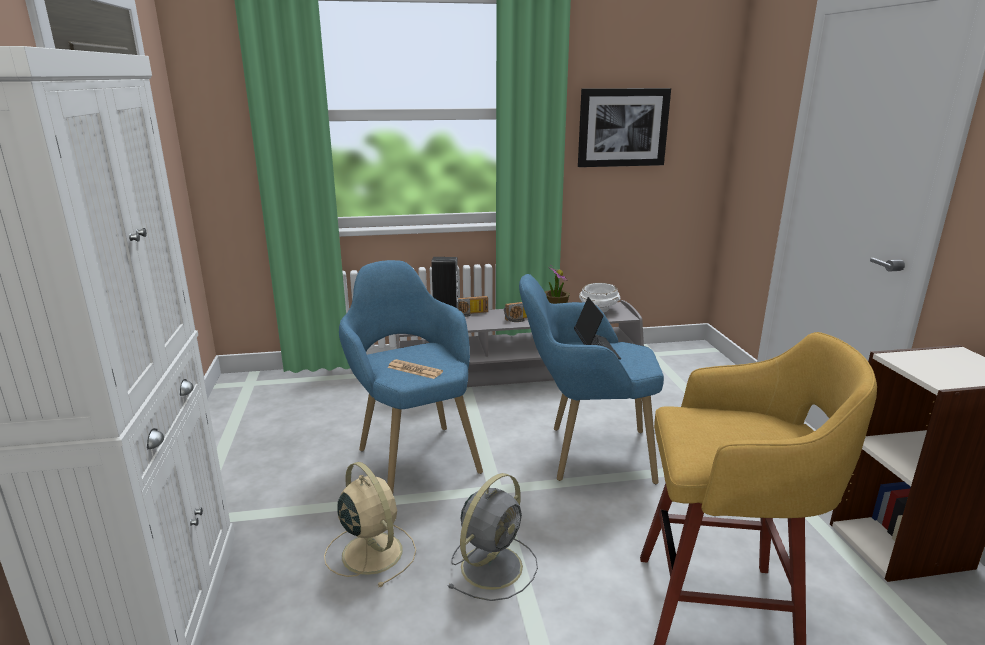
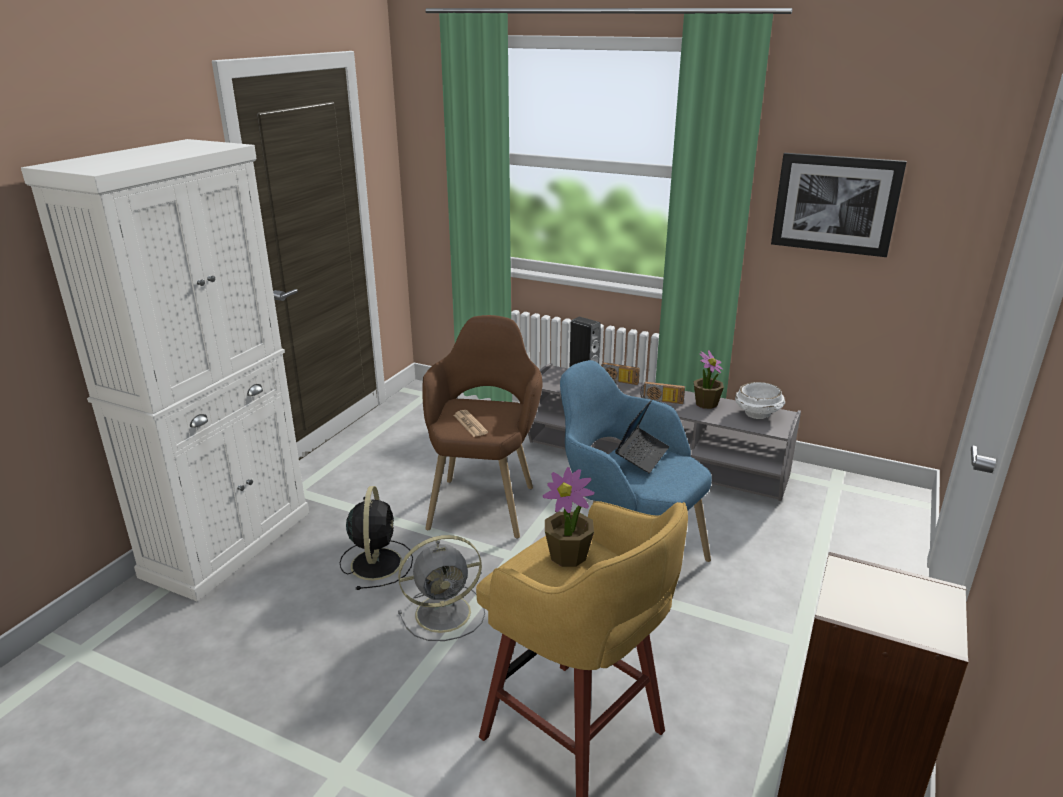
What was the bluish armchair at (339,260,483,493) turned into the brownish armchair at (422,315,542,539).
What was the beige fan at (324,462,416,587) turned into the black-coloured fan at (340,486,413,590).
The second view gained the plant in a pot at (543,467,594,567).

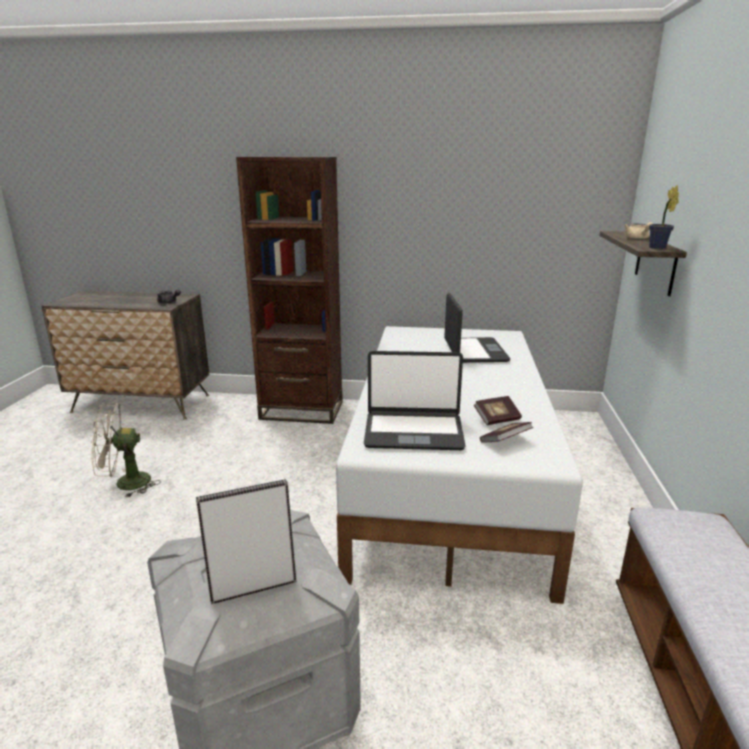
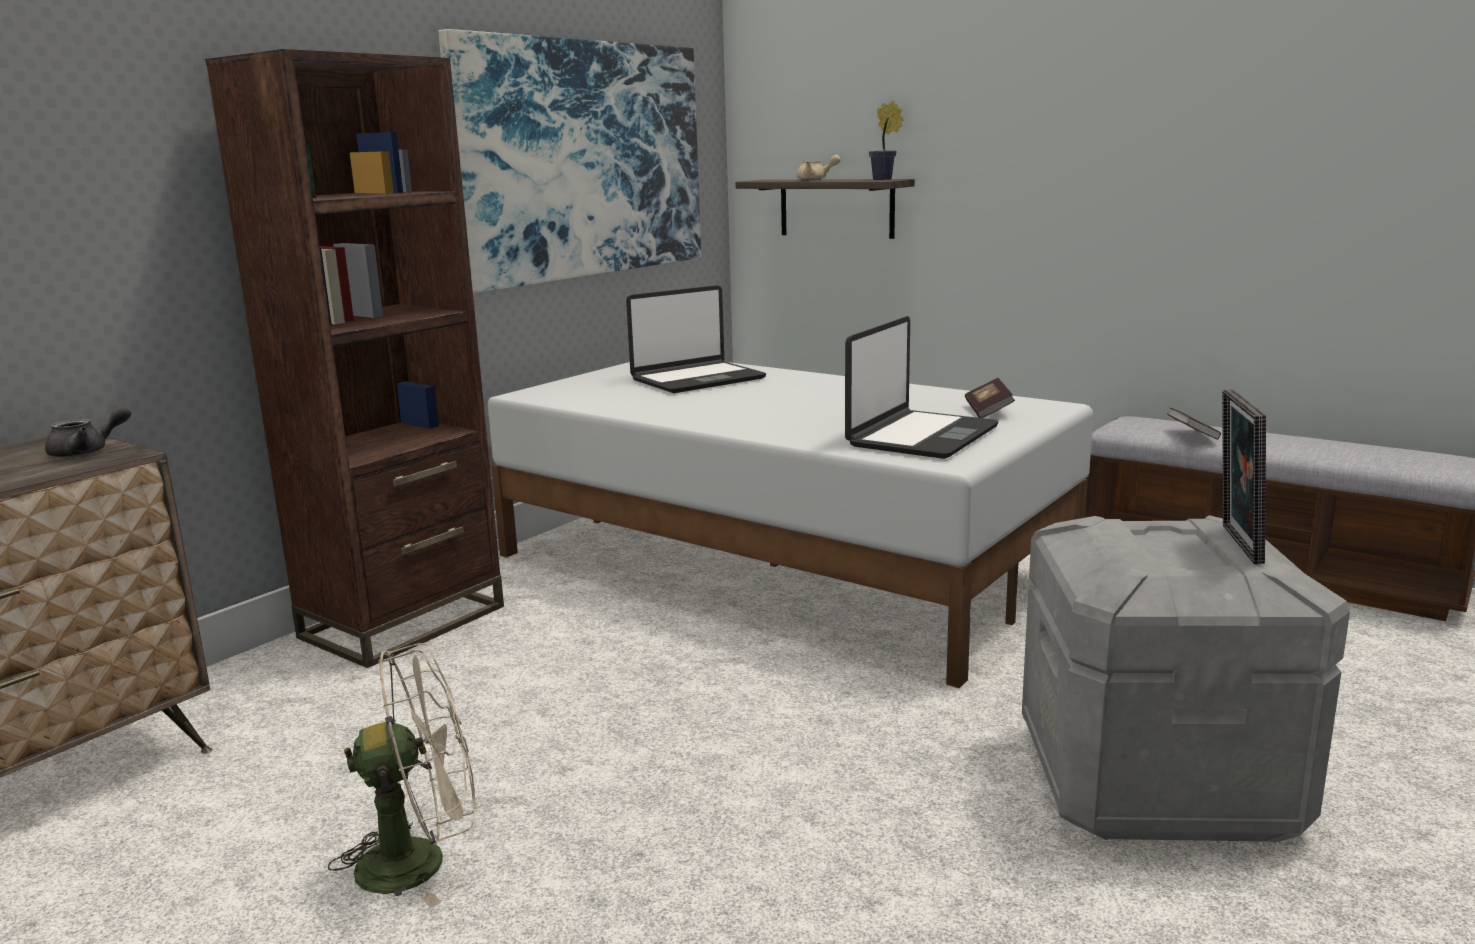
The portable computer at (444,293,510,363) ended up facing another way, 120 degrees clockwise from before.
The book ended up elsewhere, having gone from (474,396,522,425) to (1167,408,1221,440).
The beige fan at (91,402,161,498) ended up facing another way, 120 degrees counterclockwise from before.
The second view gained the wall art at (438,29,701,293).

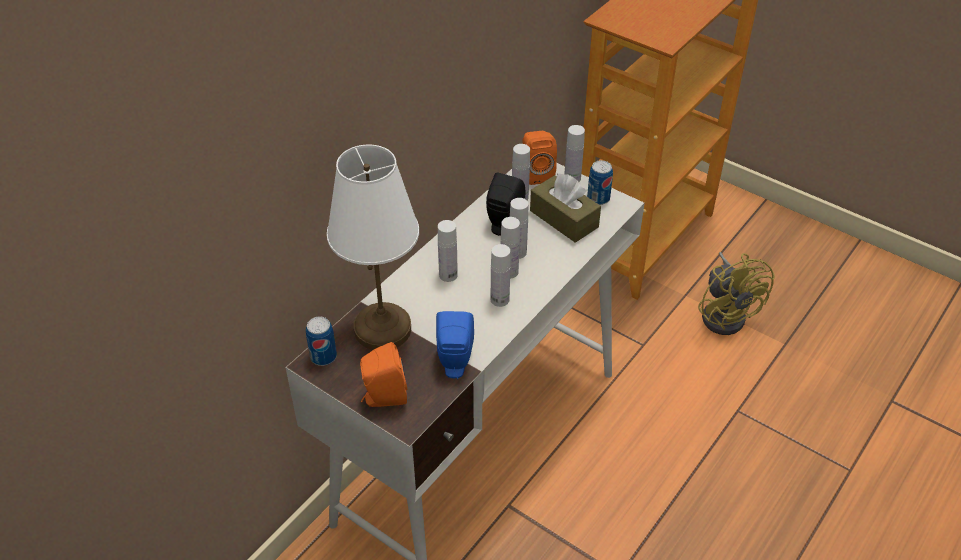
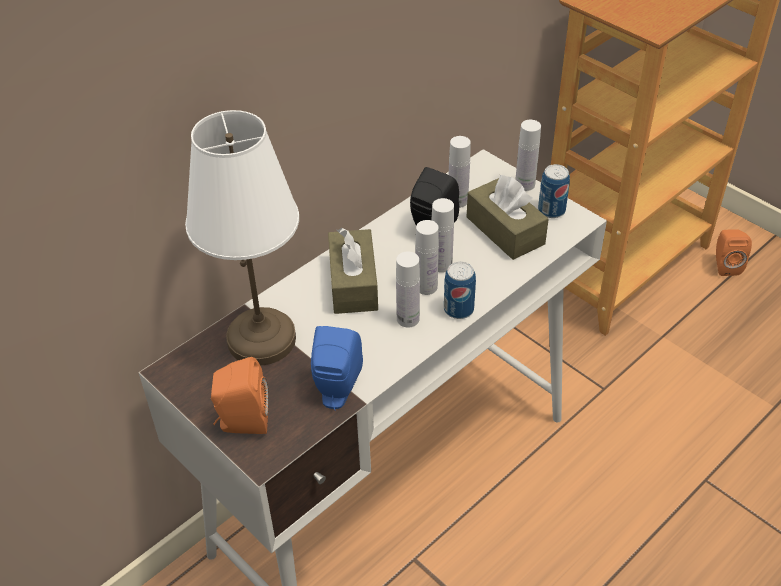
The orange audio speaker ended up elsewhere, having gone from (522,131,557,185) to (716,229,752,276).
Where the white drink bottle stood at (438,220,458,282), the brownish tissue box came to stand at (328,228,378,314).
The second view lost the yellow fan at (698,252,775,335).
The can ended up elsewhere, having gone from (306,316,337,366) to (444,262,476,319).

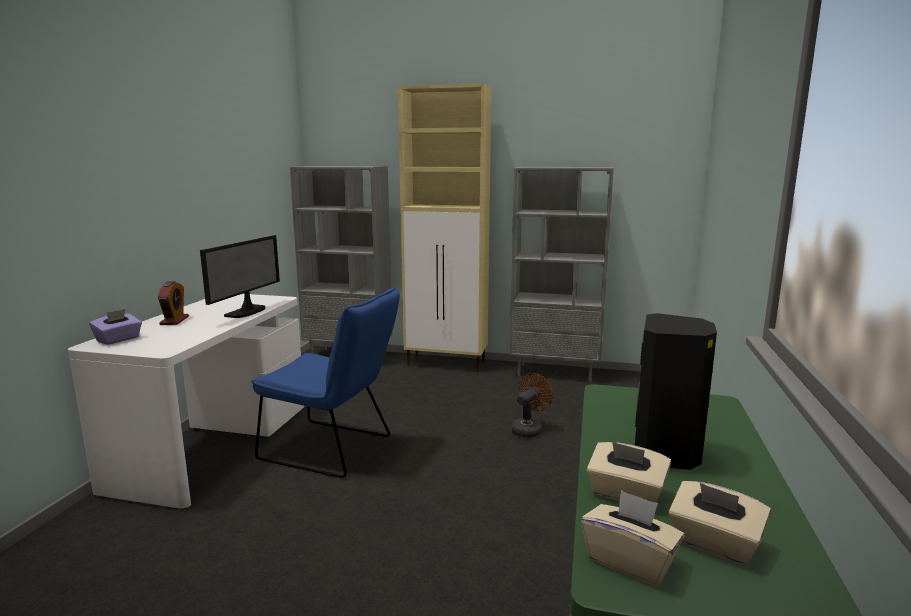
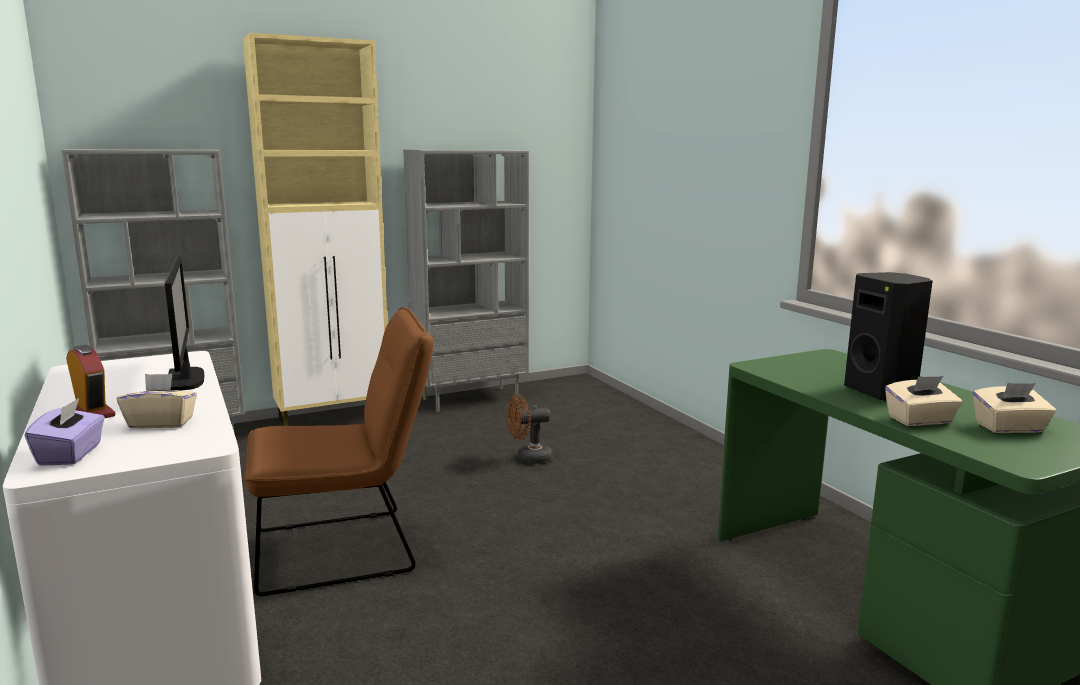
What was the bluish plain chair at (251,287,400,478) turned into the brownish plain chair at (244,307,434,596).
The brownish fan at (511,373,553,438) ended up facing another way, 105 degrees counterclockwise from before.
The beige tissue box ended up elsewhere, having gone from (581,490,685,586) to (117,374,197,429).

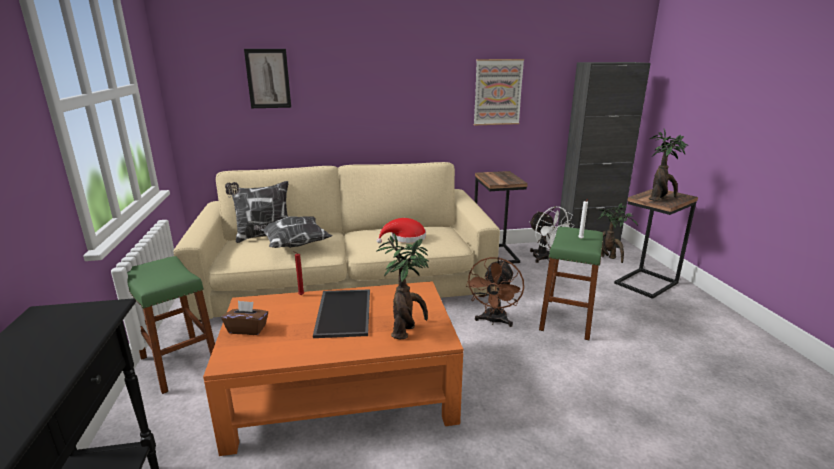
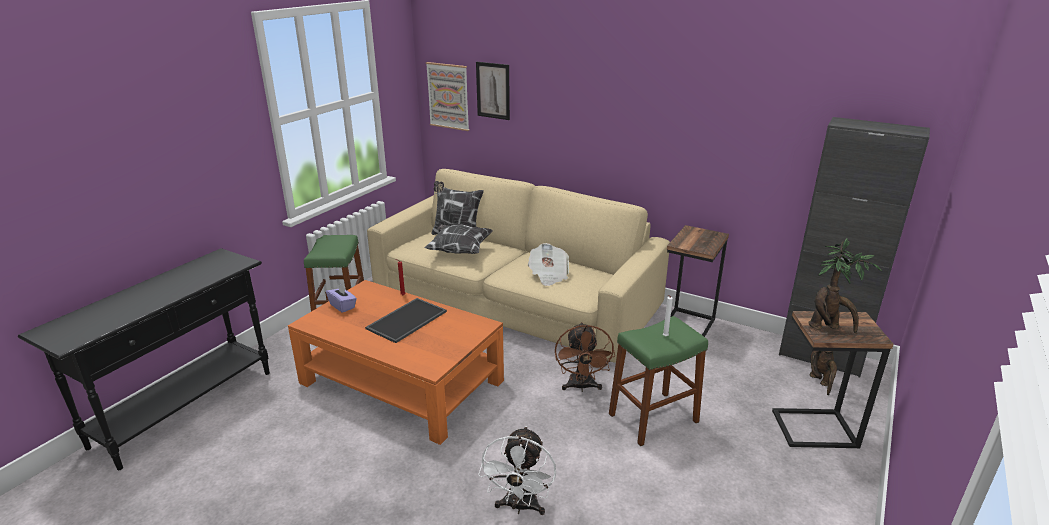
The wall art ended up elsewhere, having gone from (474,59,524,125) to (426,62,470,131).
The white fan ended up elsewhere, having gone from (529,206,575,263) to (478,426,556,515).
Where the red clothing hat stood at (377,218,426,243), the printed paper came to stand at (528,243,569,286).
The second view lost the plant in a pot at (377,233,428,339).
The brownish fan at (466,257,524,327) ended up facing another way, 60 degrees counterclockwise from before.
What was the brownish tissue box at (222,301,268,335) turned into the purple-coloured tissue box at (326,284,357,313).

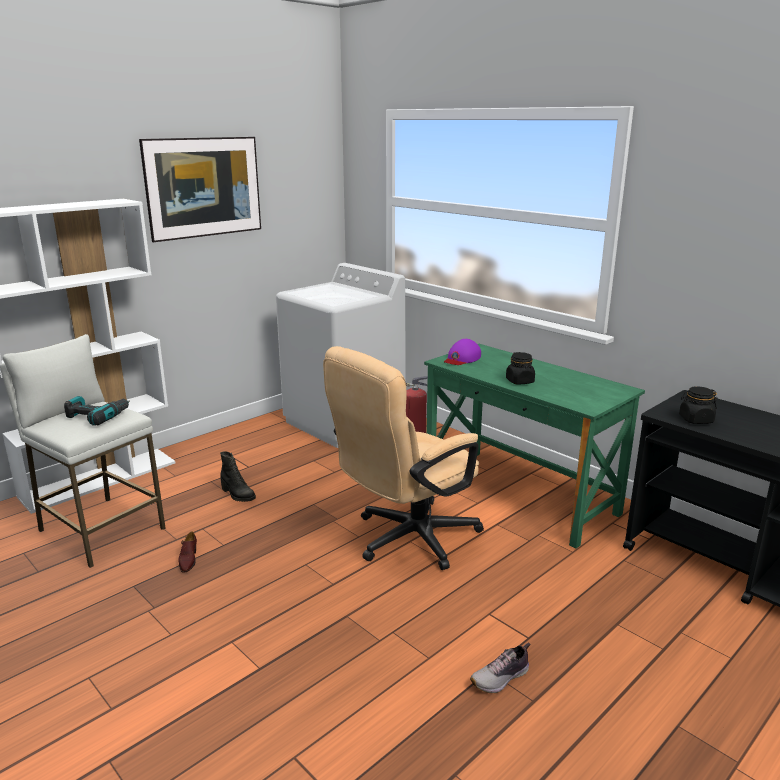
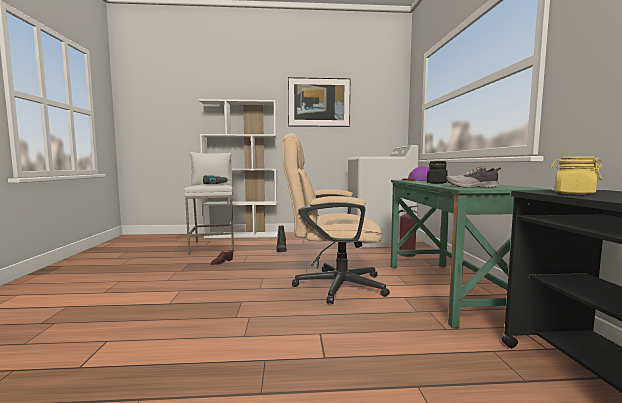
What was the black-coloured storage jar at (679,386,718,424) turned into the yellow storage jar at (550,156,602,195).
The item of footwear ended up elsewhere, having gone from (470,643,530,693) to (446,166,501,188).

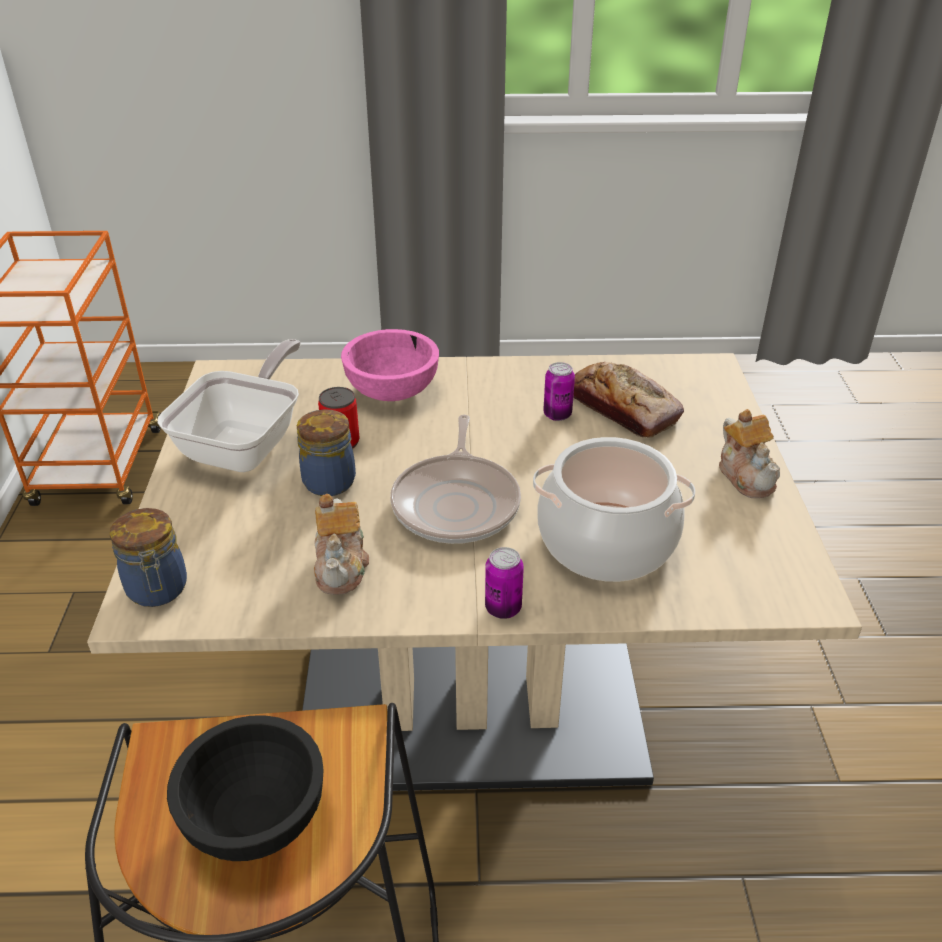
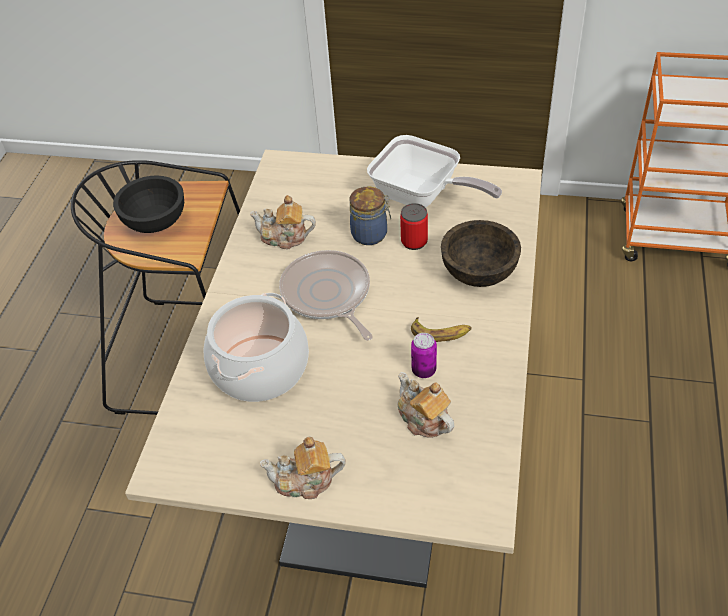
What was the pinkish deep dish at (341,329,439,401) turned into the brownish deep dish at (441,220,521,287).
Where the baked bread stood at (573,362,684,438), the teapot came to stand at (398,372,454,438).
The pan at (390,415,521,544) ended up facing another way, 45 degrees clockwise from before.
The second view lost the storage jar at (110,508,187,607).
The second view lost the can at (485,547,524,619).
The second view gained the whole banana at (411,317,472,342).

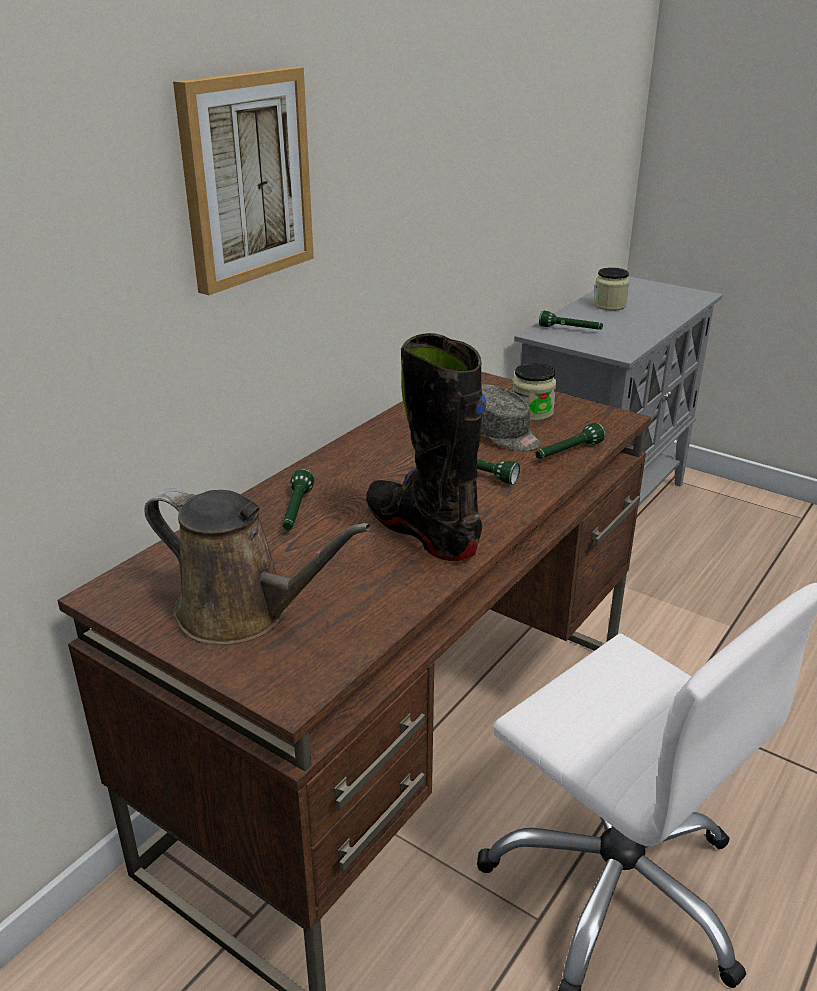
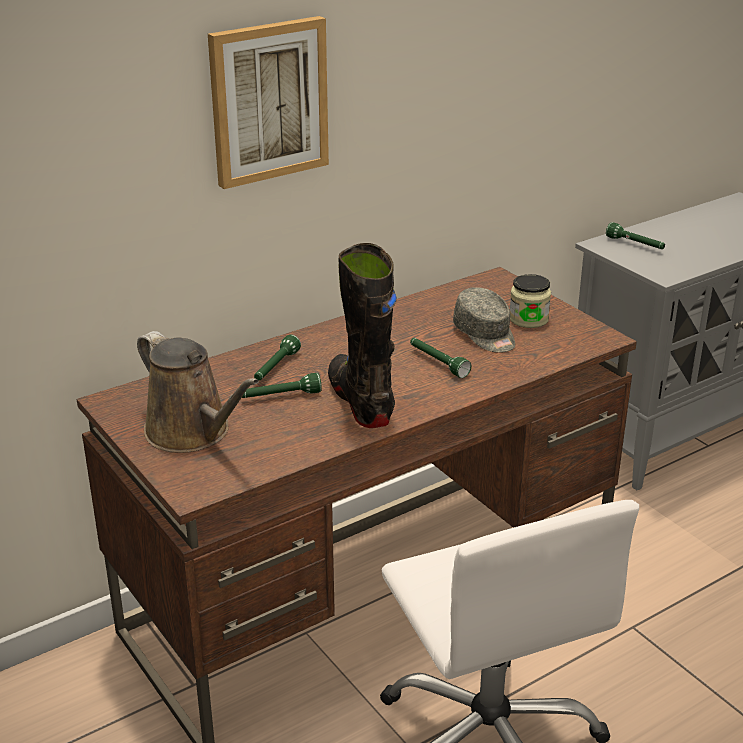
The second view lost the storage jar at (593,267,629,311).
The green hand torch ended up elsewhere, having gone from (535,423,606,459) to (242,373,322,398).

